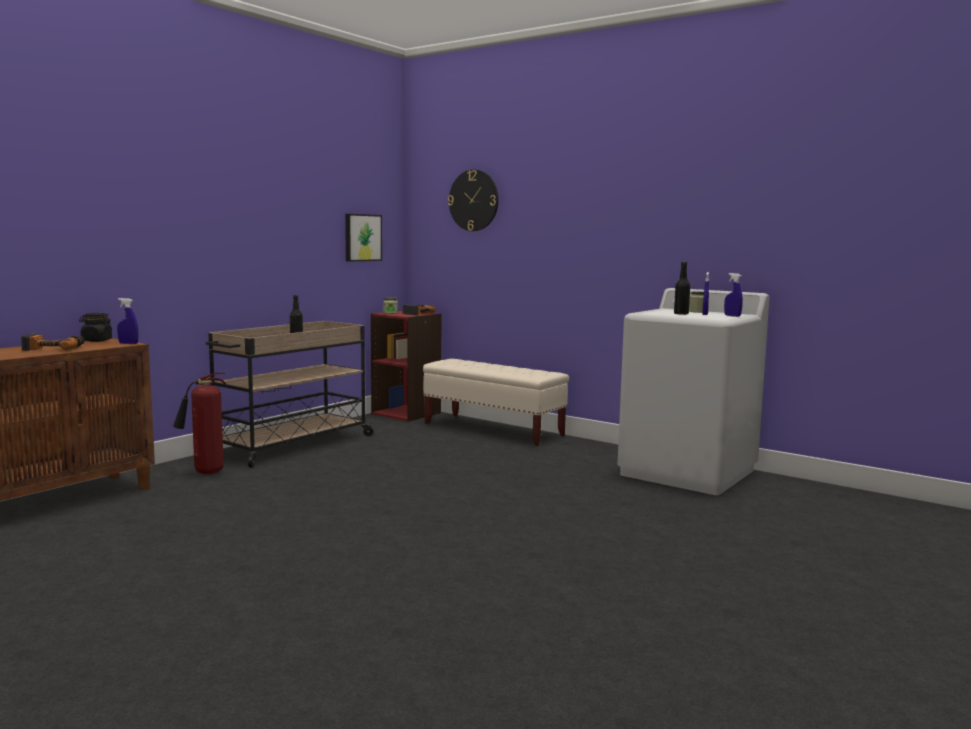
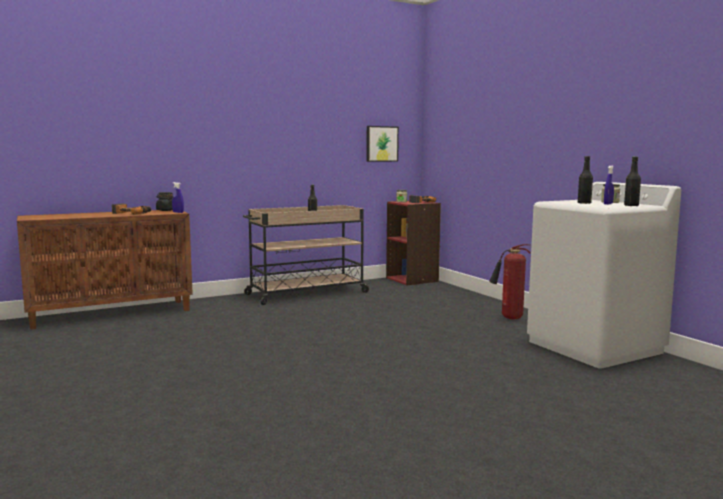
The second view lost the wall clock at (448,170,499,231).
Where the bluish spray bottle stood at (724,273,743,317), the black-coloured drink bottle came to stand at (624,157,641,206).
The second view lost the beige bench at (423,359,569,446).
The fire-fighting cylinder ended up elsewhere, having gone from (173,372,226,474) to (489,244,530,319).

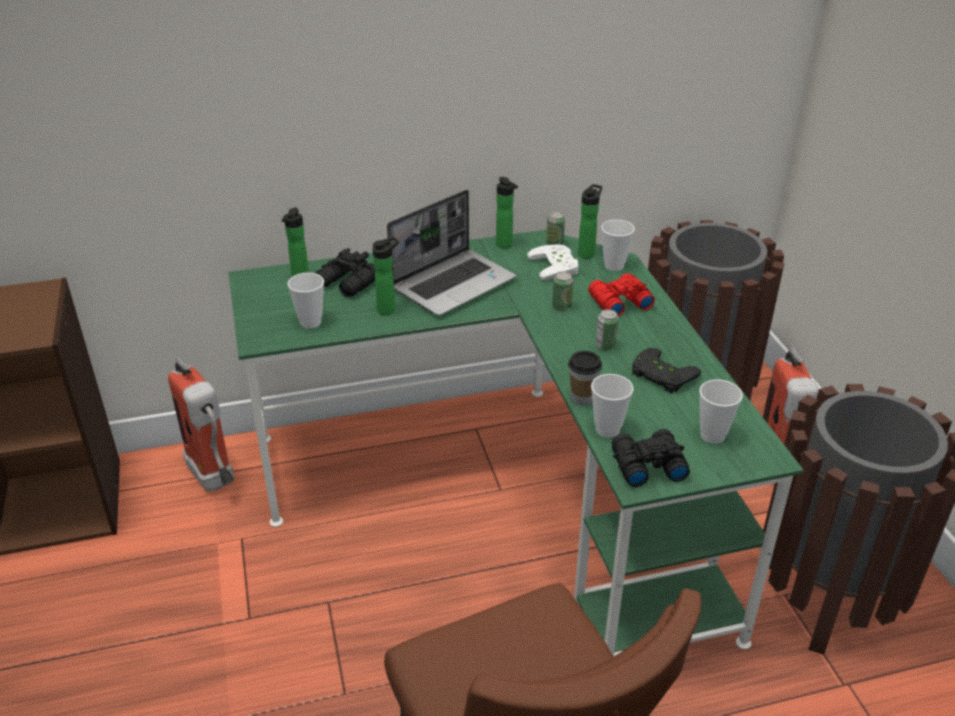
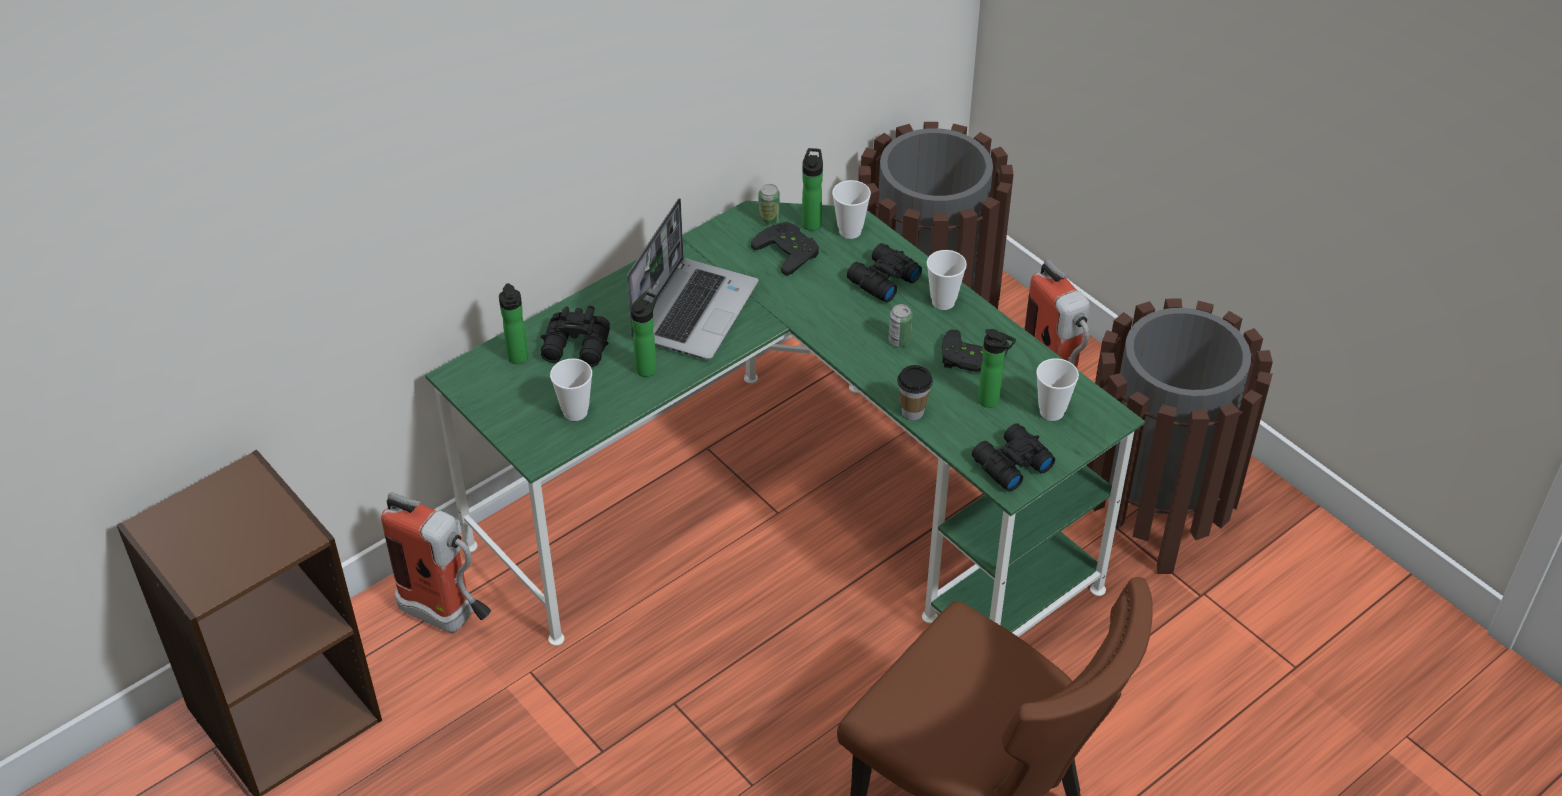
The drink bottle ended up elsewhere, having gone from (496,177,518,249) to (978,329,1016,408).
What was the white joypad at (527,244,579,281) turned into the black-coloured joypad at (751,222,819,276).
The second view lost the can at (552,272,573,311).
What was the red pair of binoculars at (588,273,655,316) turned into the black-coloured pair of binoculars at (847,243,922,302).
The cup ended up elsewhere, having gone from (591,374,633,438) to (927,250,967,310).

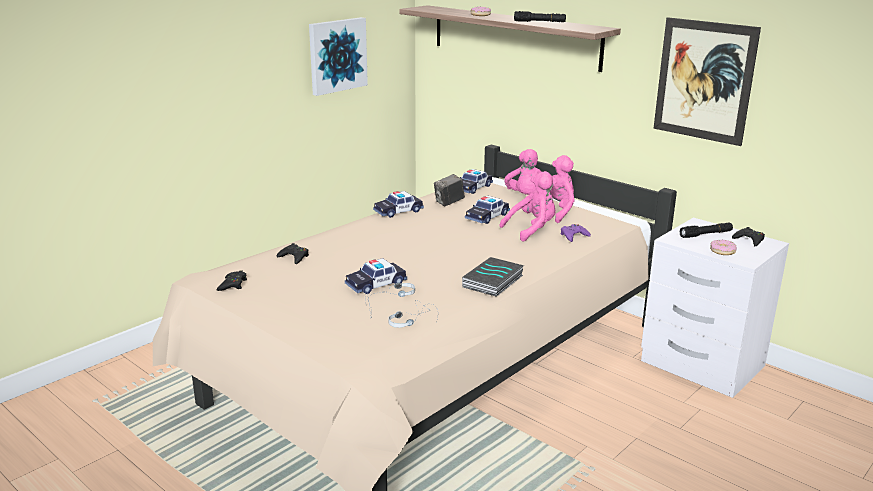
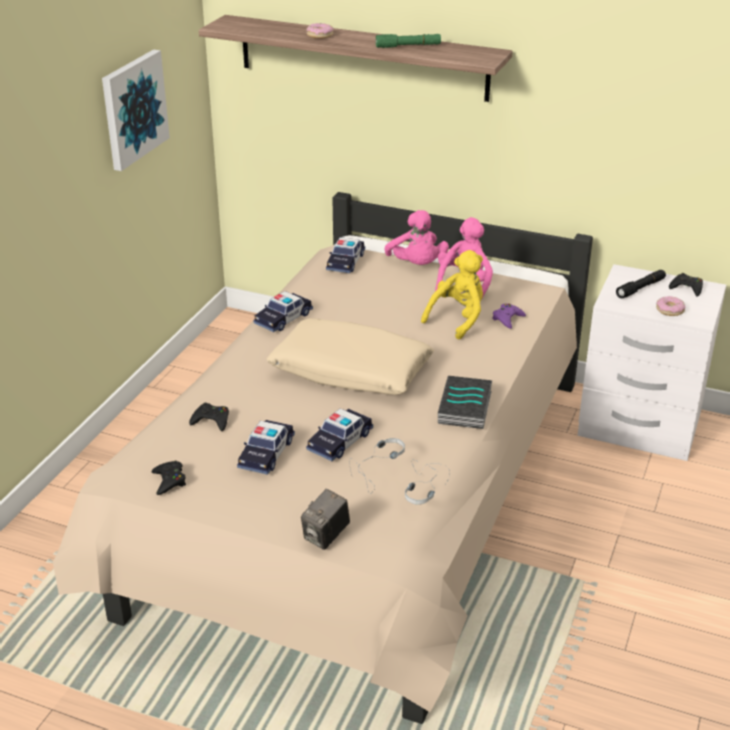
What was the black-coloured hand torch at (514,11,566,22) turned into the green hand torch at (376,34,441,48).
The second view lost the wall art at (653,17,761,146).
What was the pinkish plush toy at (499,171,557,242) turned into the yellow plush toy at (421,250,483,340).
The photo camera ended up elsewhere, having gone from (434,174,465,207) to (301,489,350,550).
The miniature car ended up elsewhere, having gone from (465,196,510,224) to (237,420,295,475).
The second view gained the beige pillow at (266,318,434,395).

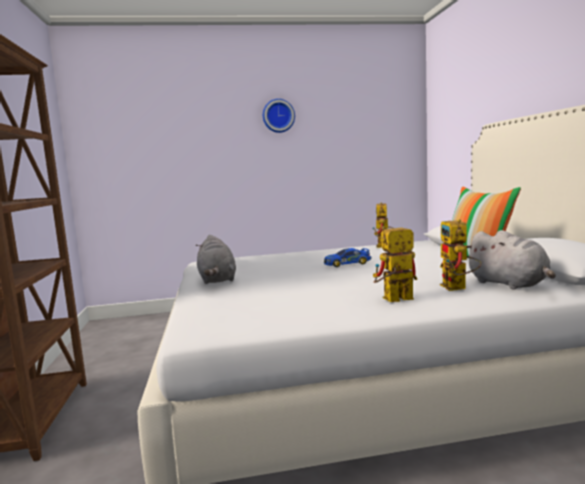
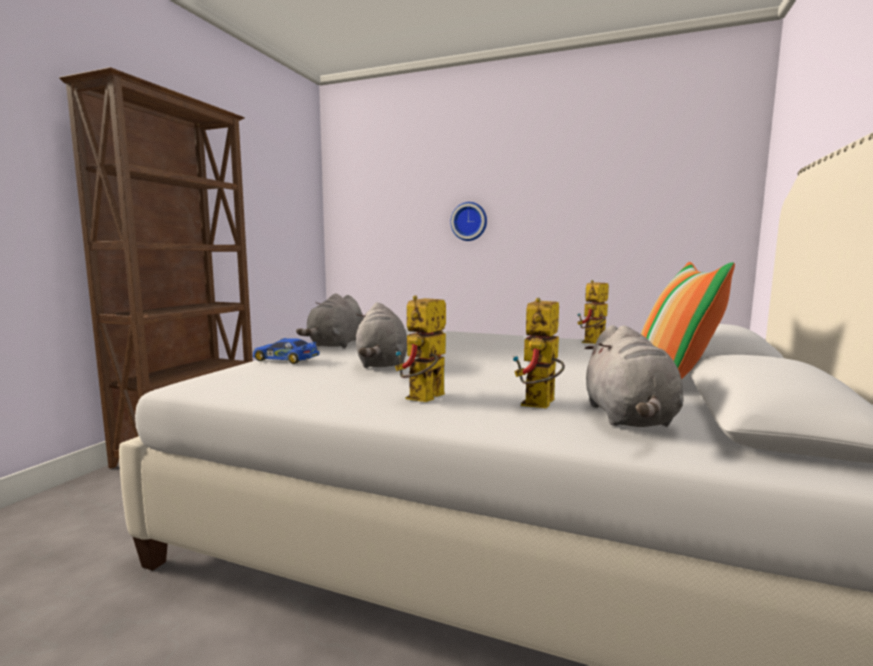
The wall clock ended up elsewhere, having gone from (263,99,295,133) to (450,202,487,241).
The model robot at (373,226,417,302) ended up facing another way, 75 degrees counterclockwise from before.
The miniature car ended up elsewhere, having gone from (324,248,371,267) to (252,338,319,364).
The second view gained the grey plush toy at (356,302,407,368).

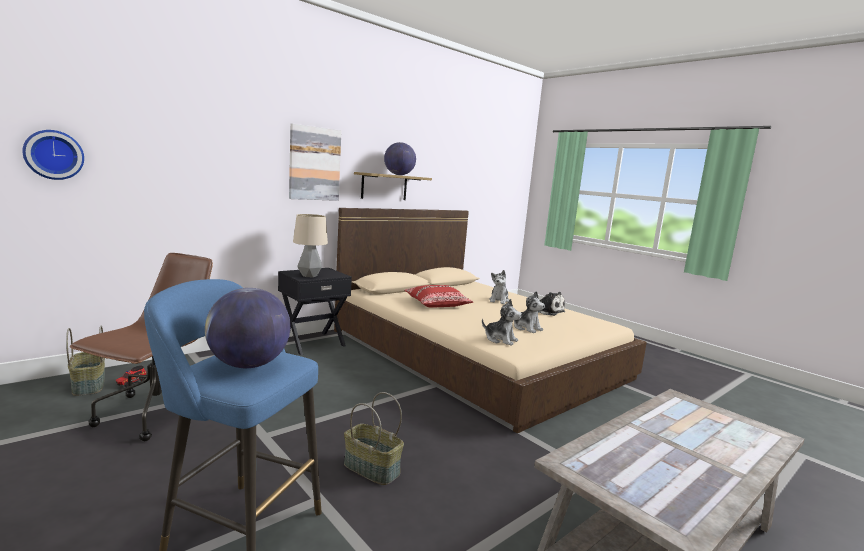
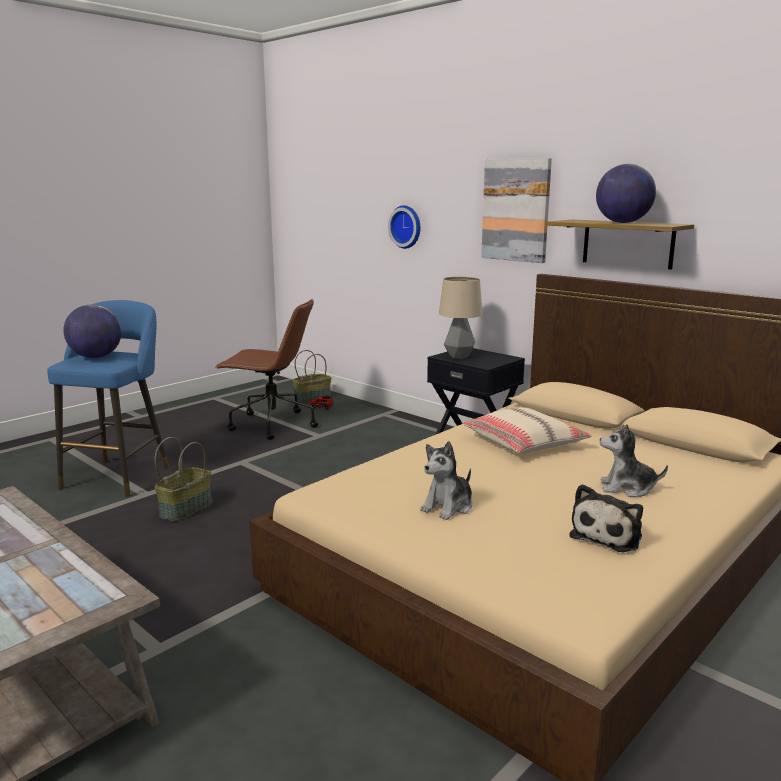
The wall clock ended up elsewhere, having gone from (22,130,84,180) to (388,205,420,249).
What was the red pillow at (404,285,473,308) turned into the beige pillow at (463,407,592,453).
The second view lost the plush toy at (482,299,522,346).

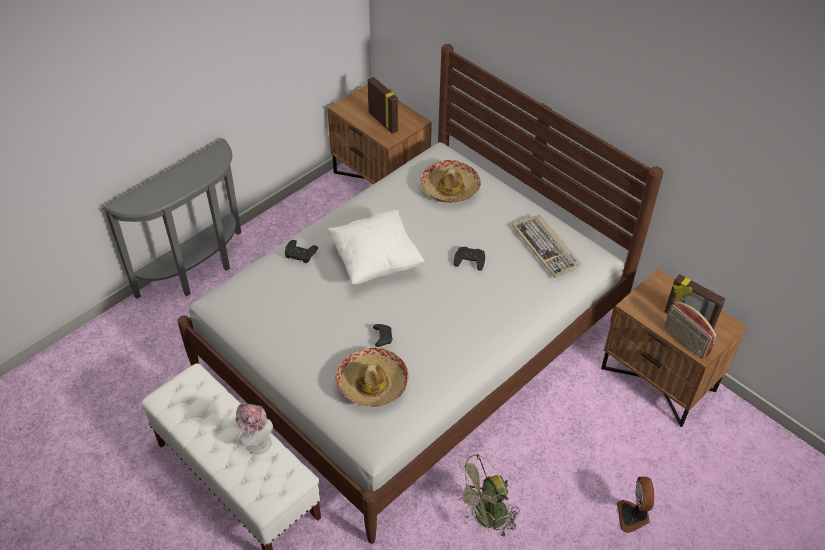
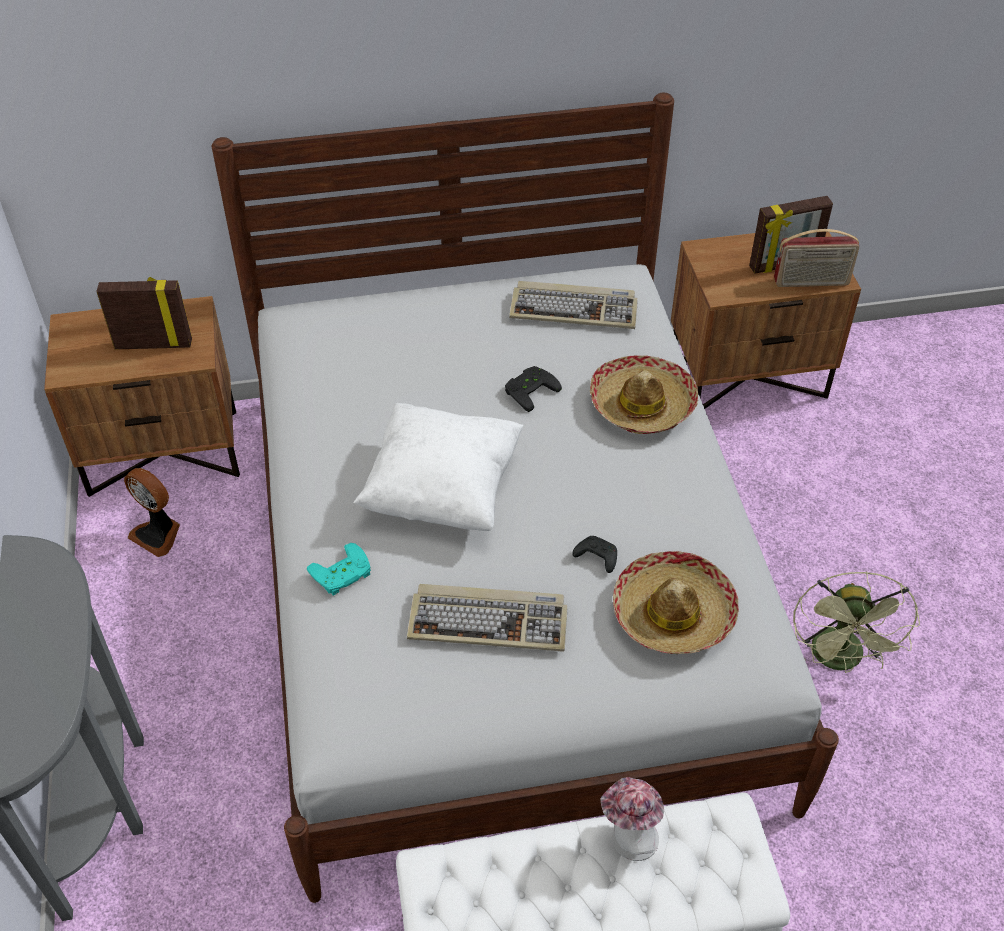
The clothing hat ended up elsewhere, having gone from (420,160,481,203) to (590,355,699,434).
What was the black-coloured joypad at (285,240,318,263) turned into the turquoise joypad at (307,543,371,596).
The fan ended up elsewhere, having gone from (617,477,654,533) to (124,468,180,557).
The second view gained the PC keyboard at (407,584,568,652).

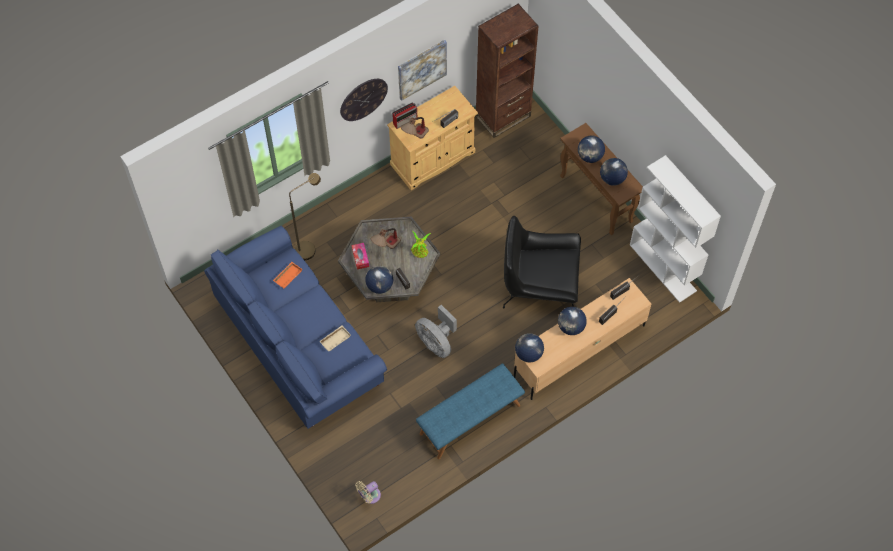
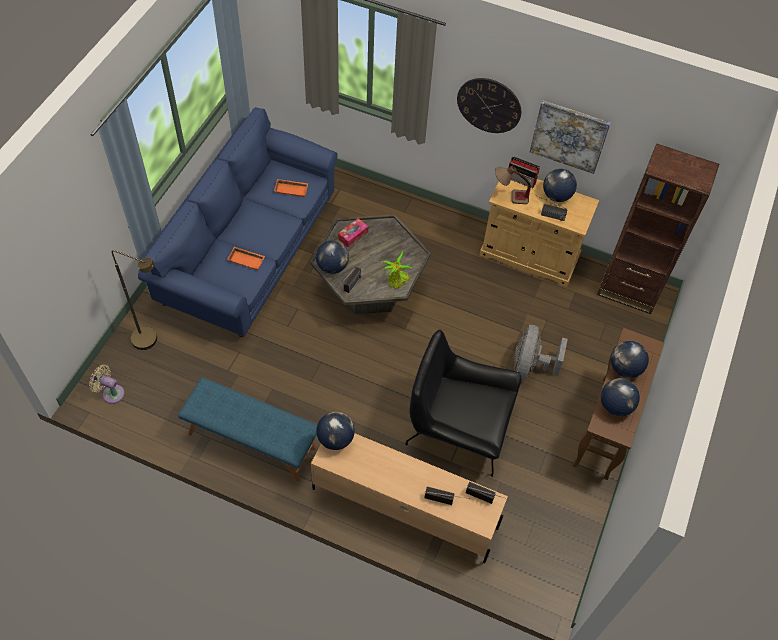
The second view lost the white bookcase at (630,155,721,303).
The brownish standard lamp ended up elsewhere, having gone from (289,173,321,260) to (111,250,157,350).
The black-coloured armchair at (503,216,581,308) ended up facing another way, 45 degrees counterclockwise from before.
The second view lost the lamp for a table at (371,228,401,249).
The grey fan ended up elsewhere, having gone from (415,305,457,358) to (514,325,568,379).
The globe ended up elsewhere, having gone from (558,307,587,335) to (543,169,577,202).
What was the beige carrying tray at (319,326,351,352) turned into the orange carrying tray at (227,247,265,270).

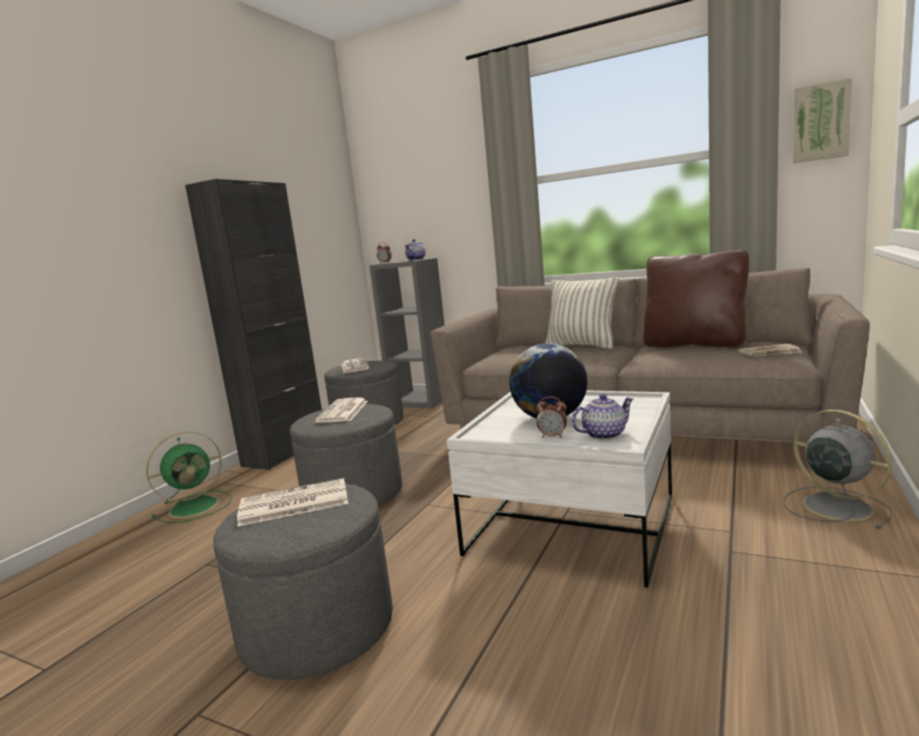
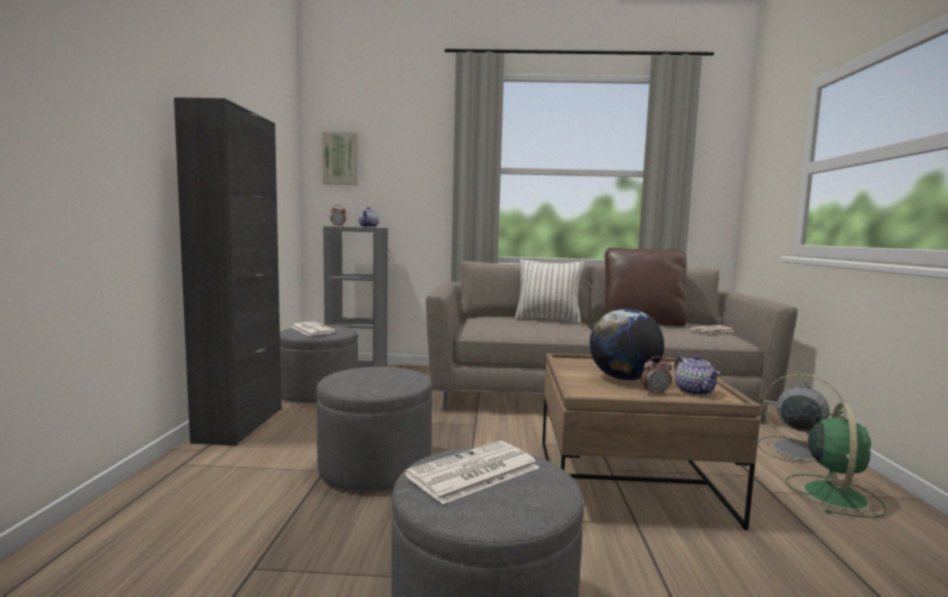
The wall art ended up elsewhere, having gone from (793,78,852,163) to (322,132,358,185).
What was the white lounge table at (447,390,672,588) turned into the brownish lounge table at (542,353,762,530).
The teapot at (572,394,633,440) ended up facing another way, 120 degrees clockwise from before.
The second view lost the printed paper at (315,398,368,423).
The green fan ended up elsewhere, having gone from (146,431,232,523) to (785,403,886,518).

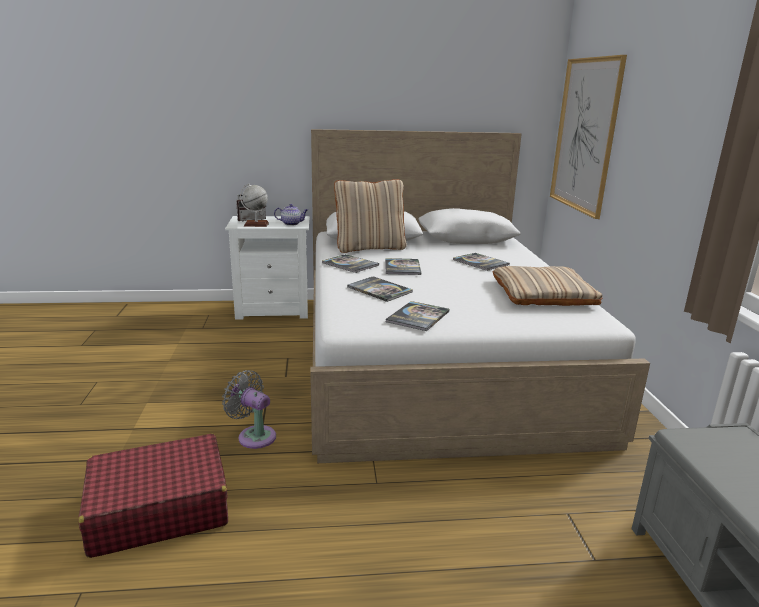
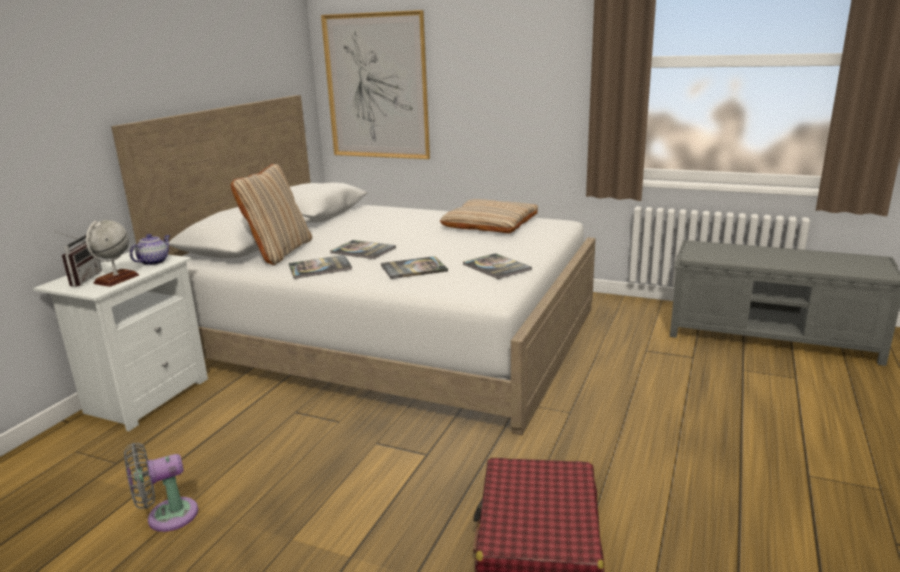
The second view lost the book at (453,253,510,271).
The grey fan ended up elsewhere, having gone from (222,370,276,449) to (124,443,198,532).

